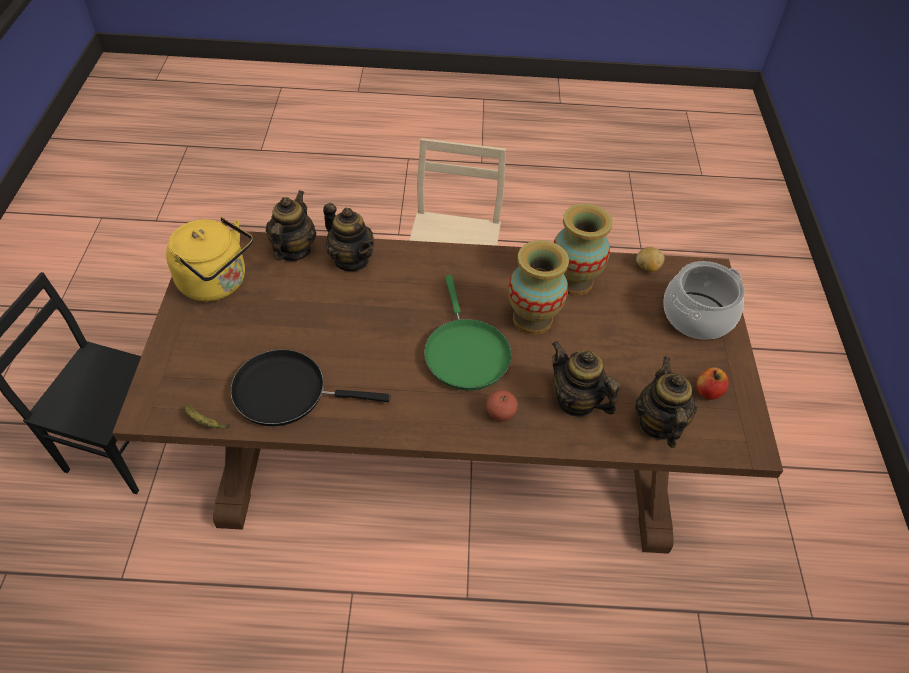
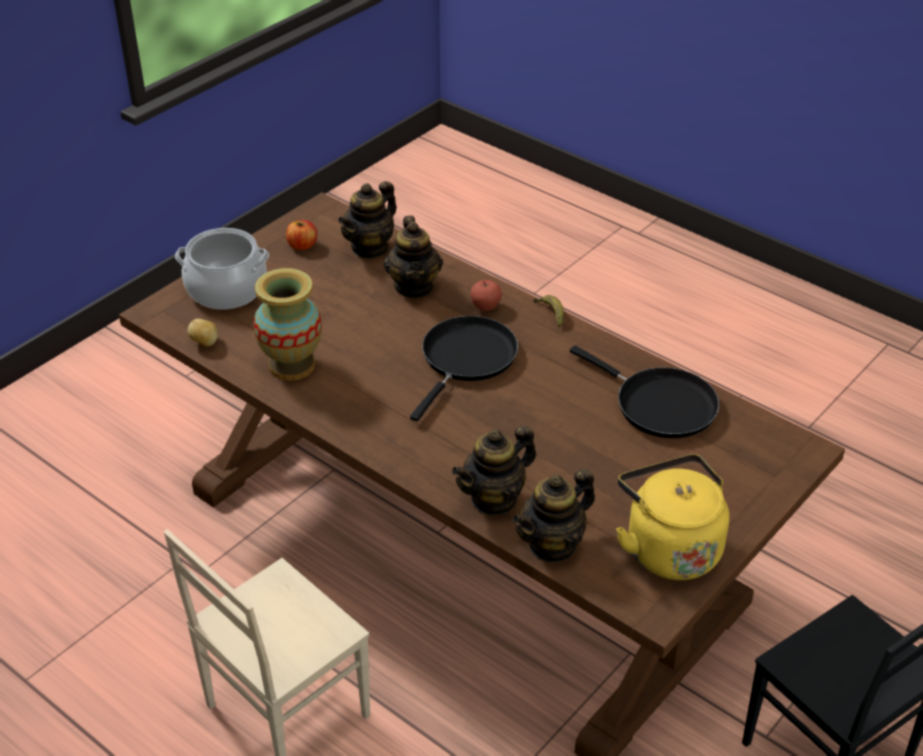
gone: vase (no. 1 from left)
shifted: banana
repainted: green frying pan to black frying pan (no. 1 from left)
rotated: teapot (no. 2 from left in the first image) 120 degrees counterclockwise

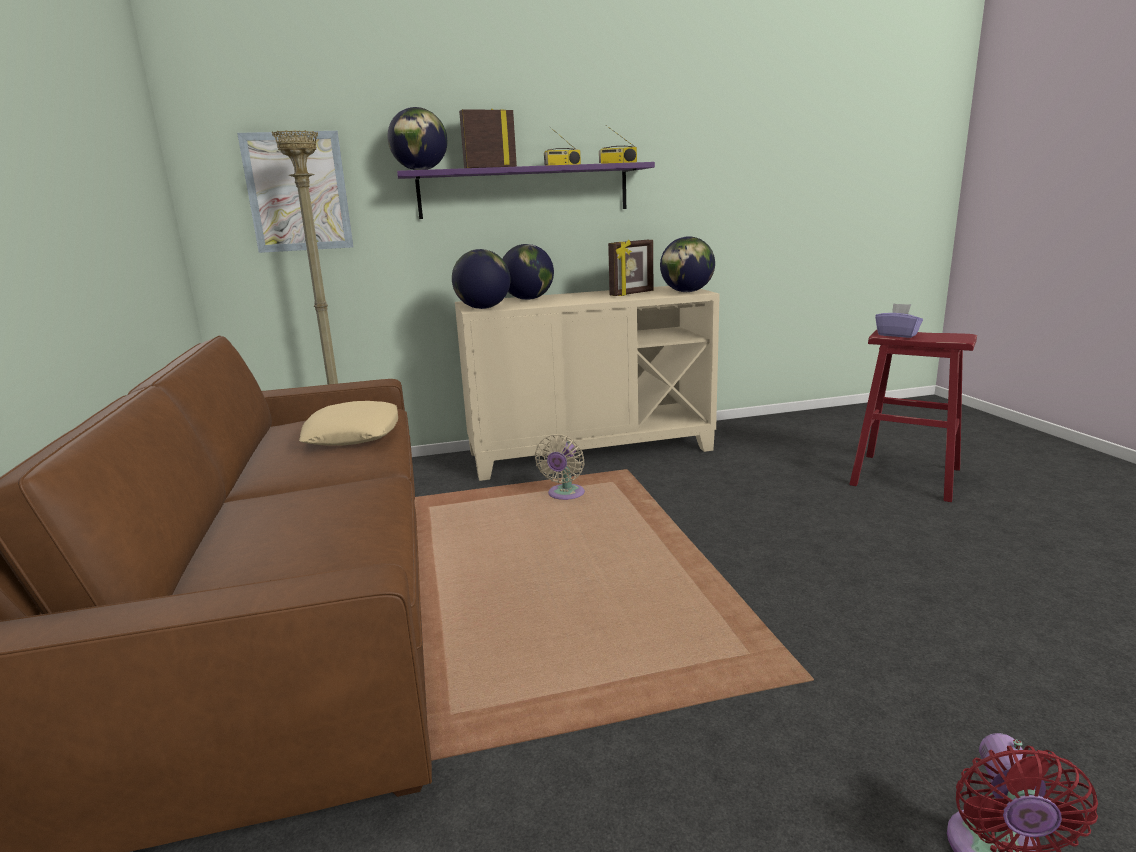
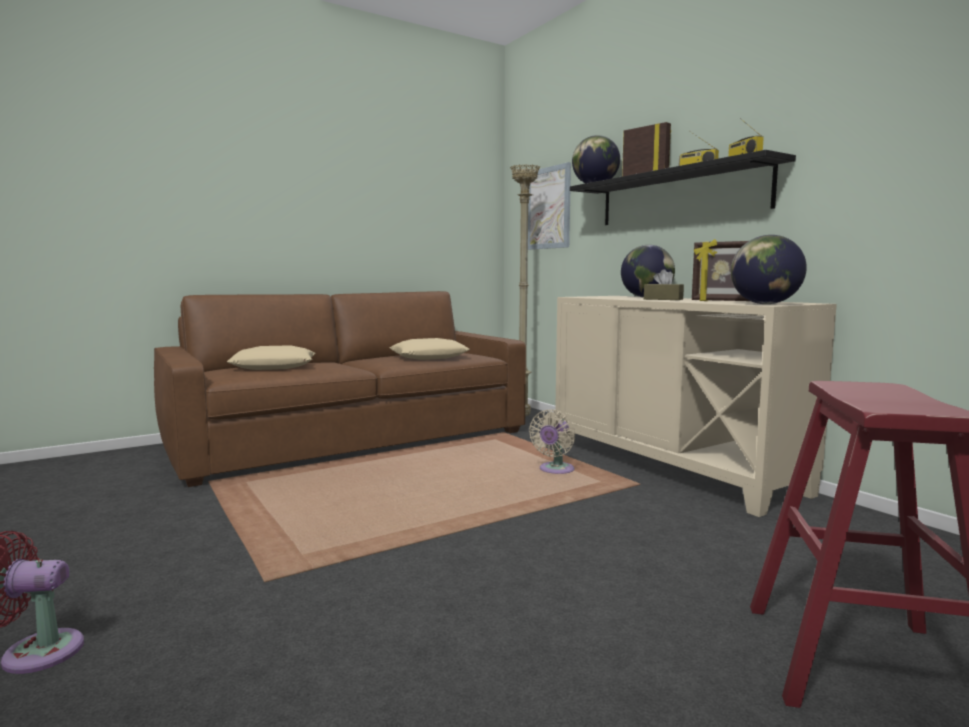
gone: globe (no. 2 from left); purple tissue box
new: beige pillow (no. 1 from left); brown tissue box
repainted: purple shelf to black shelf
rotated: beige fan 60 degrees counterclockwise

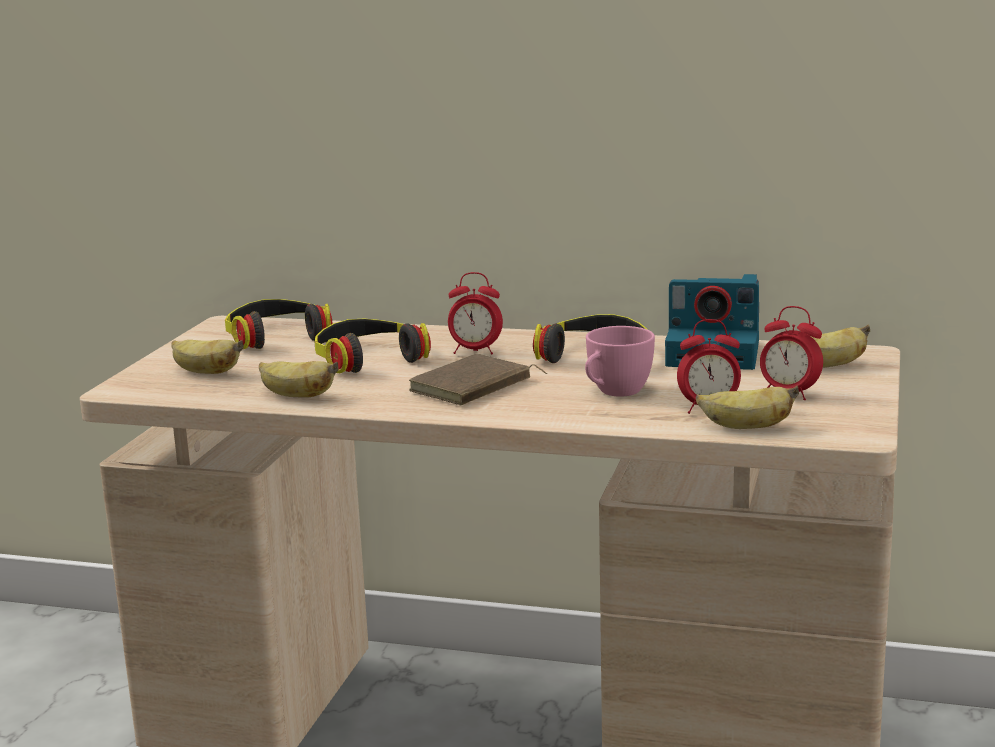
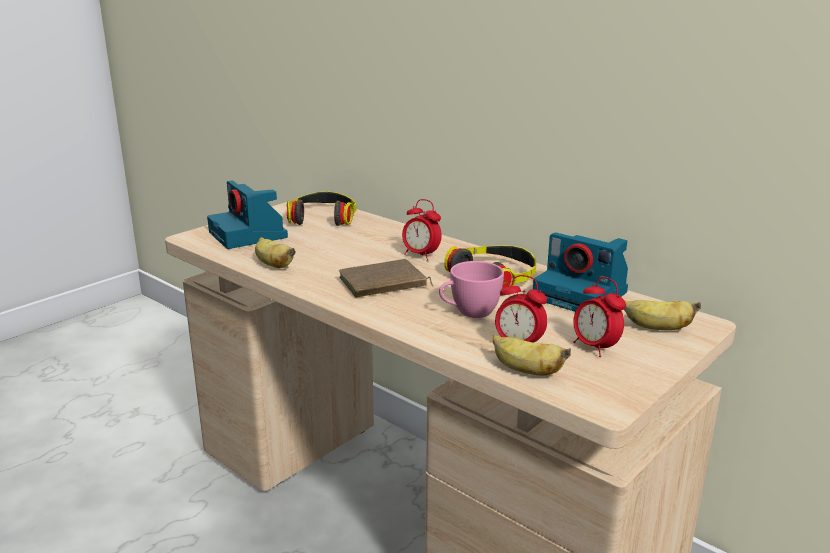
gone: headphones (no. 2 from left)
swapped: banana (no. 1 from left) to photo camera (no. 1 from left)

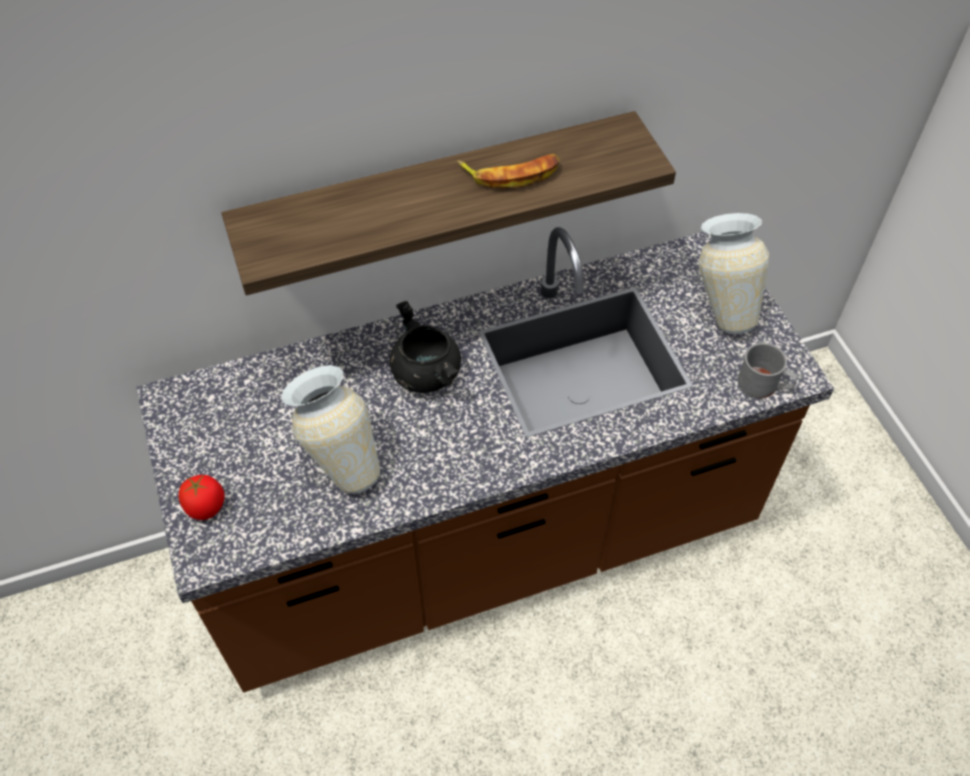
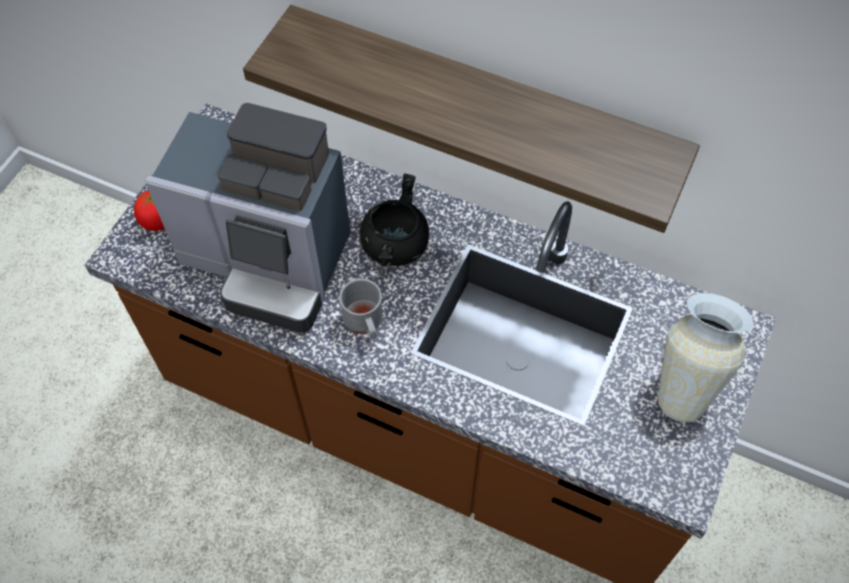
gone: banana
shifted: grey mug
swapped: vase (no. 1 from left) to coffee machine

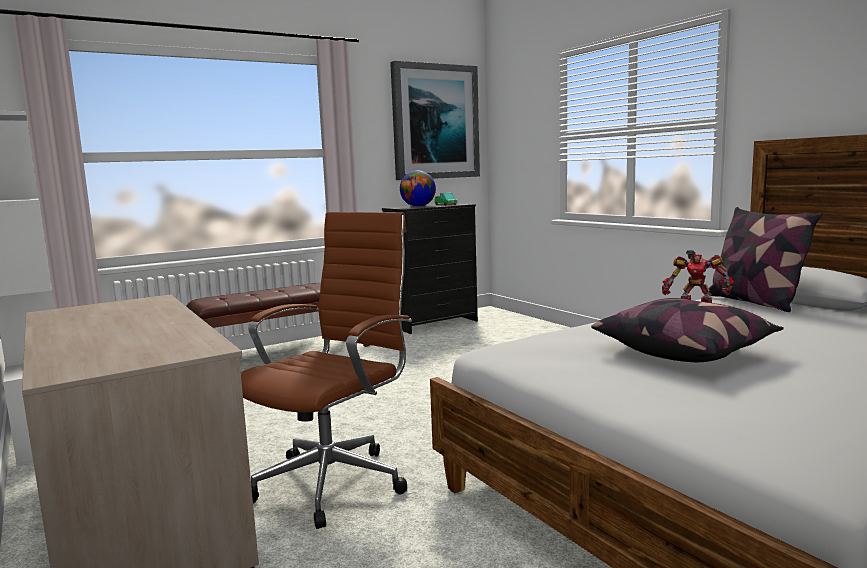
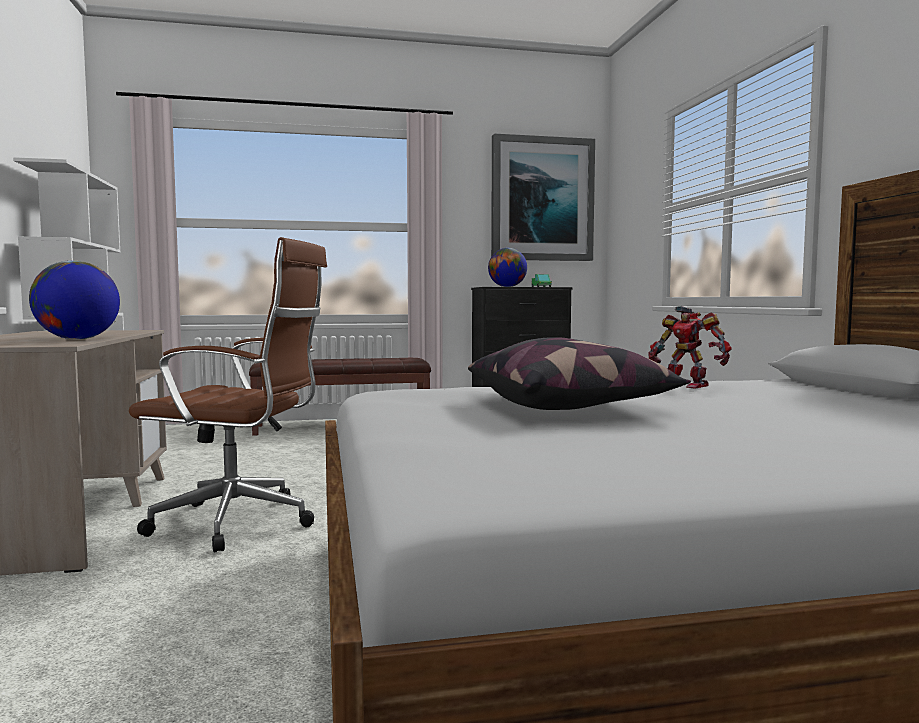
gone: pillow (no. 2 from left)
new: globe (no. 1 from left)
rotated: brown office chair 45 degrees clockwise

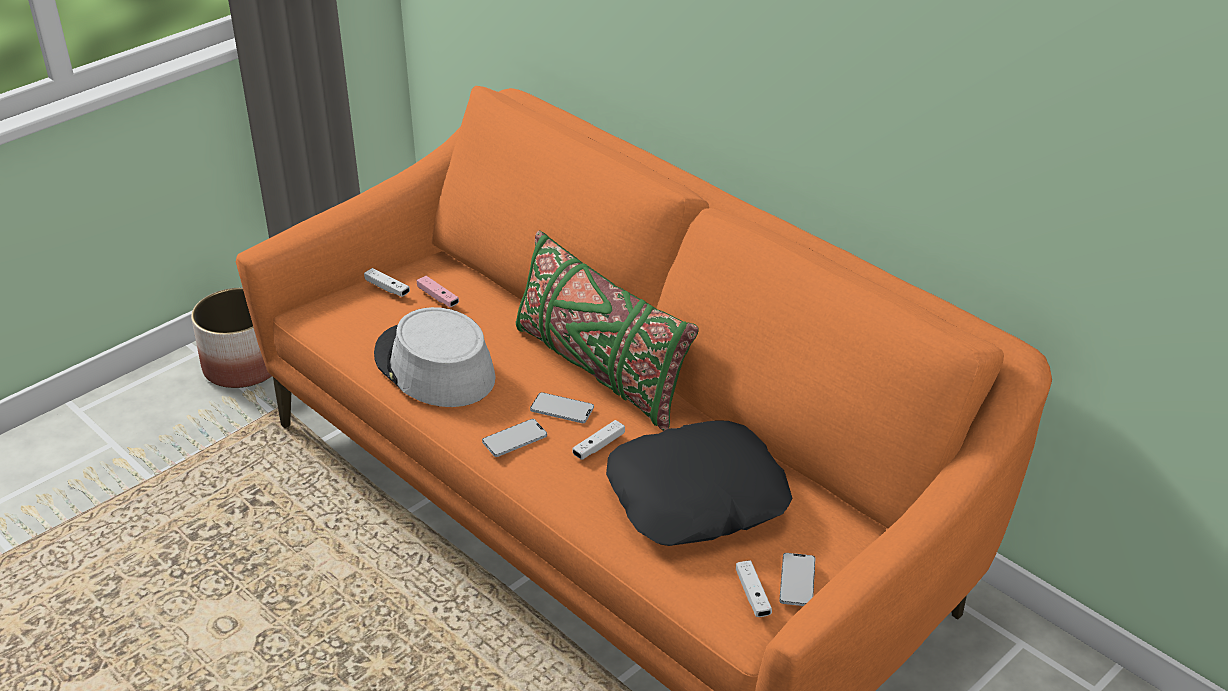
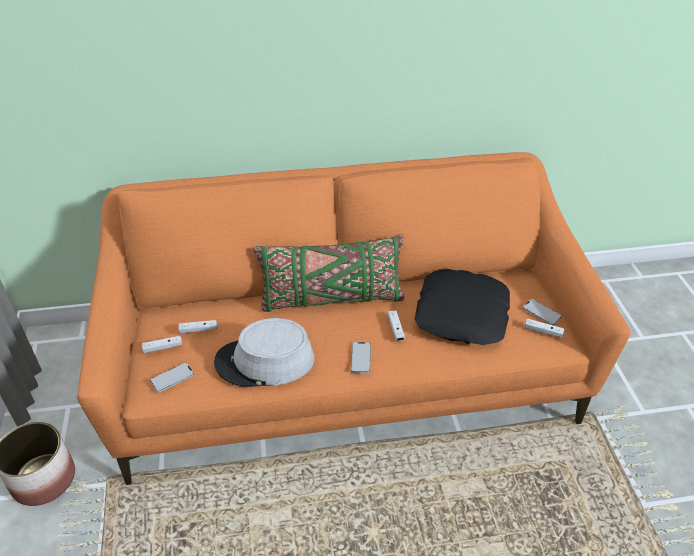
shifted: phone (no. 2 from left in the first image) to phone (no. 1 from left)
repainted: pink game controller to white game controller (no. 2 from left)

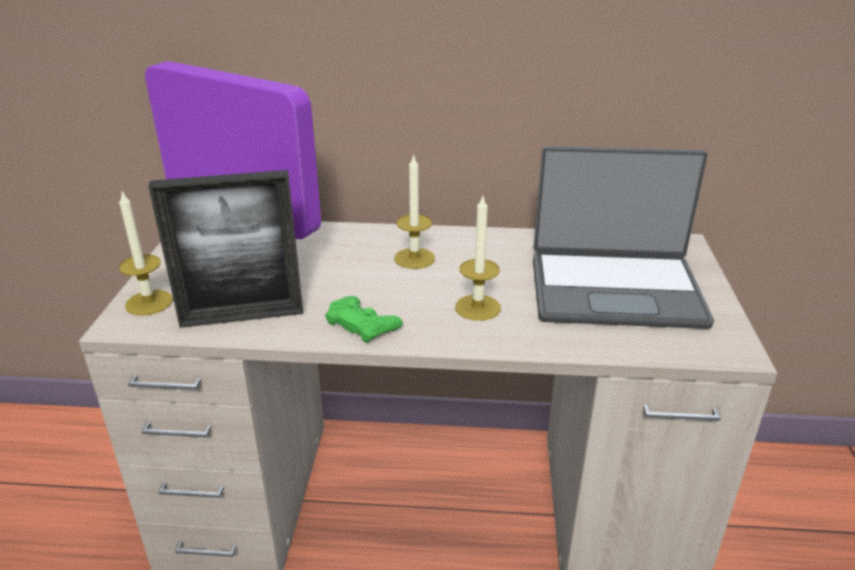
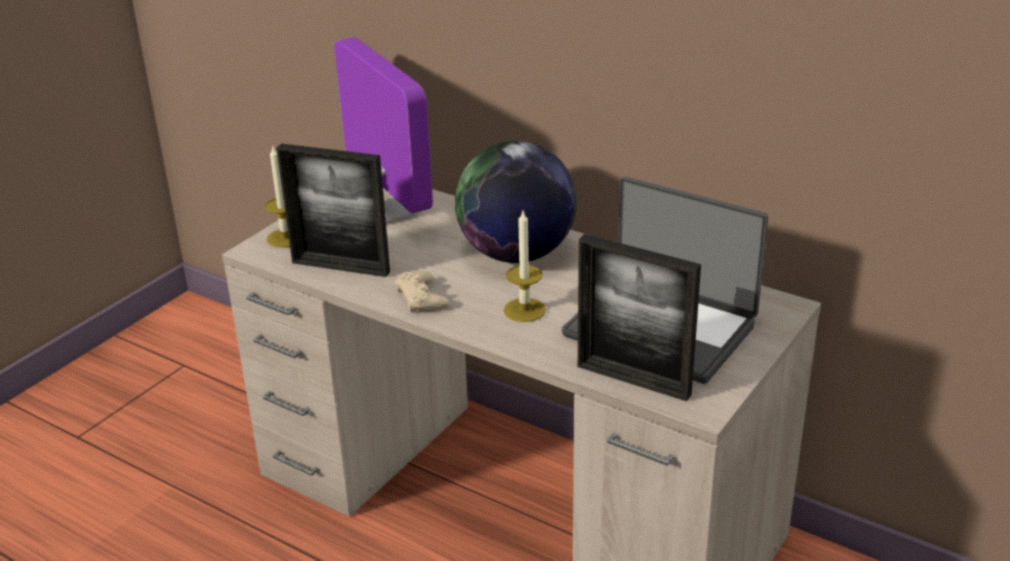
new: picture frame (no. 2 from left)
swapped: candle (no. 2 from left) to globe
repainted: green game controller to beige game controller

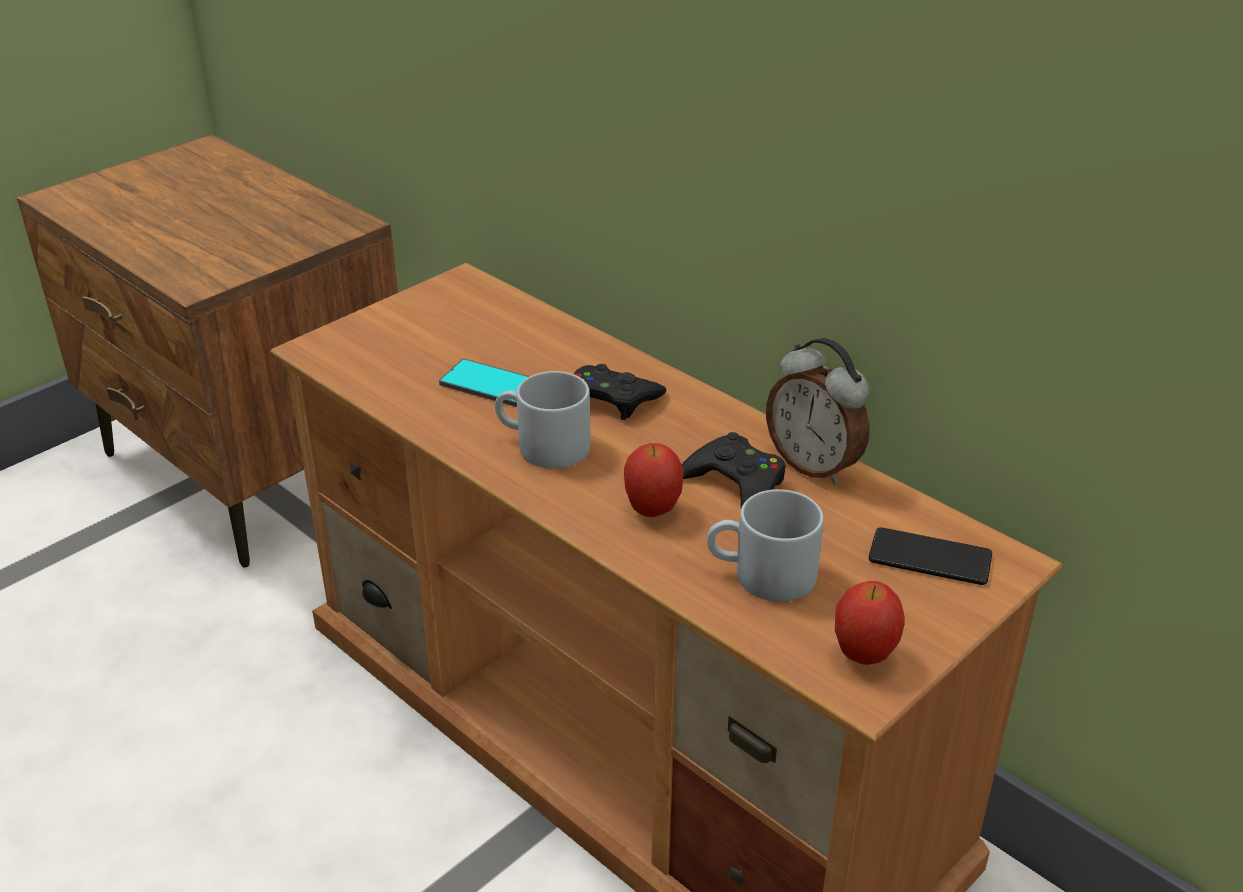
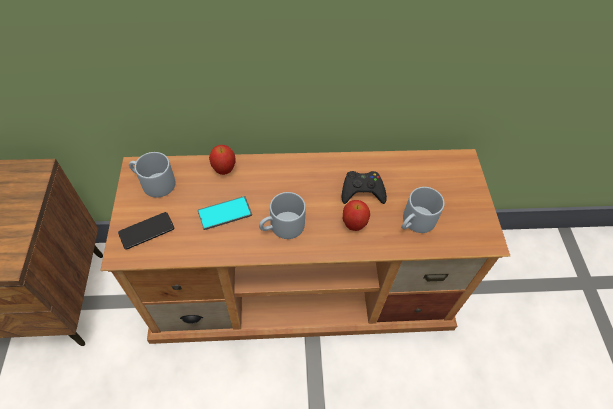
gone: black game controller (no. 1 from left); alarm clock
new: grey mug (no. 1 from left)
shifted: phone (no. 2 from left in the first image) to phone (no. 1 from left); apple (no. 2 from left in the first image) to apple (no. 1 from left)

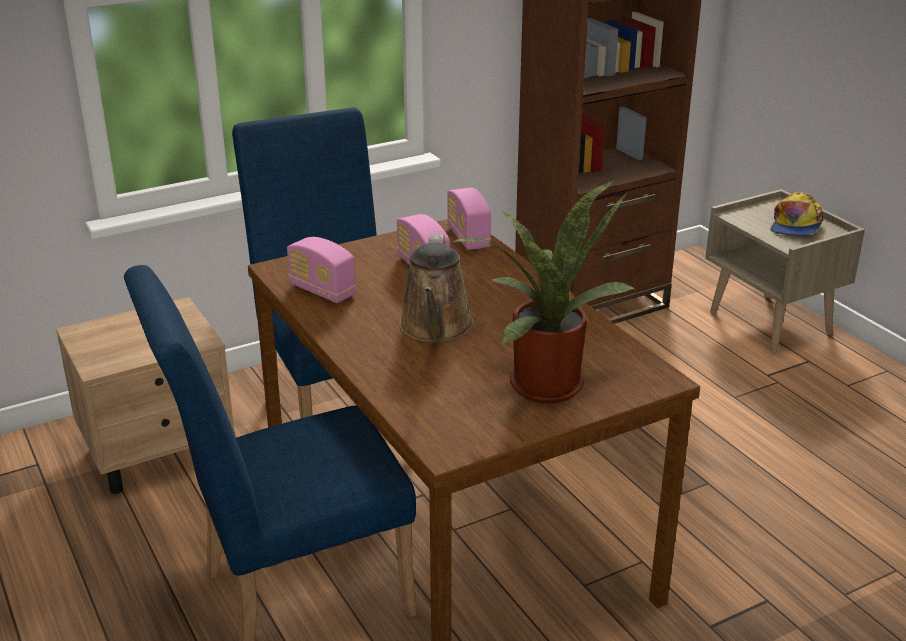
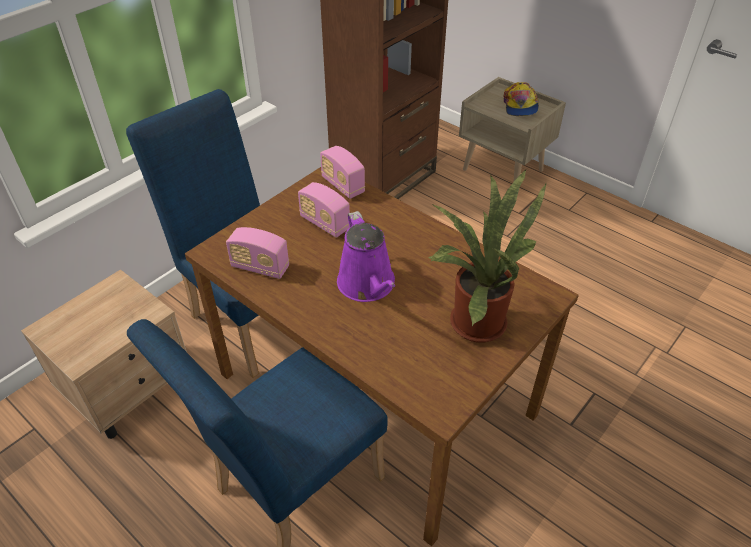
repainted: brown watering can to purple watering can

